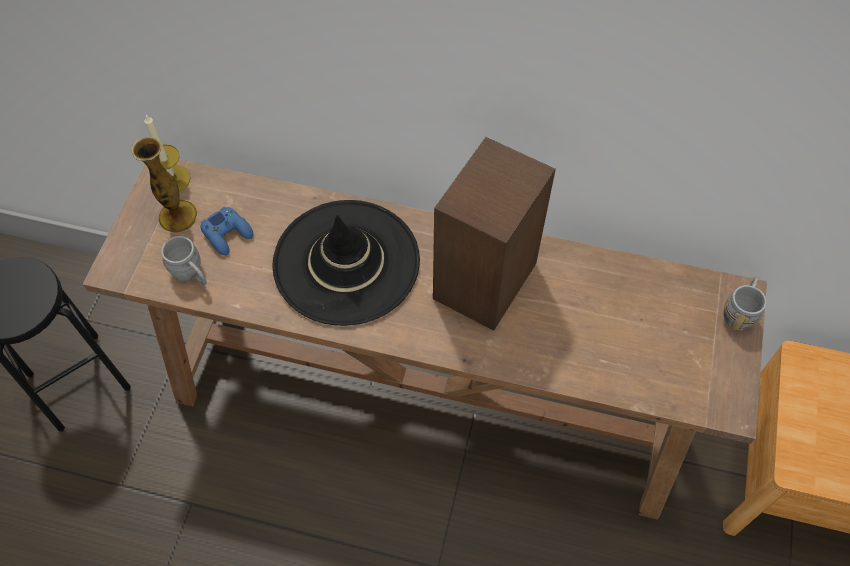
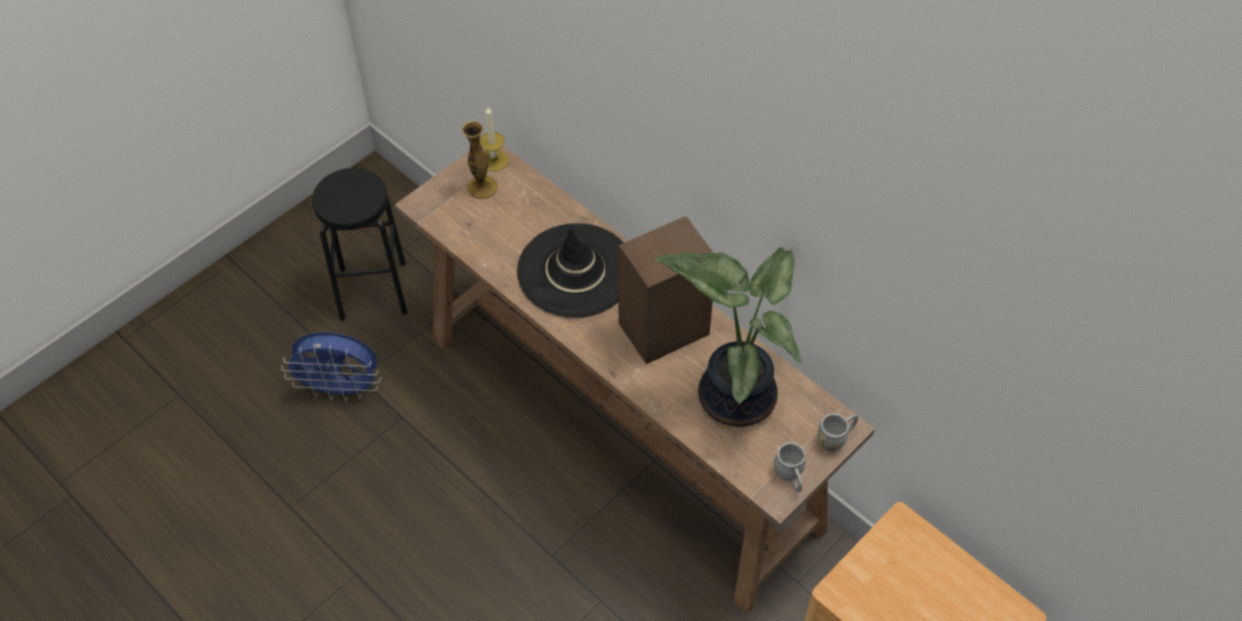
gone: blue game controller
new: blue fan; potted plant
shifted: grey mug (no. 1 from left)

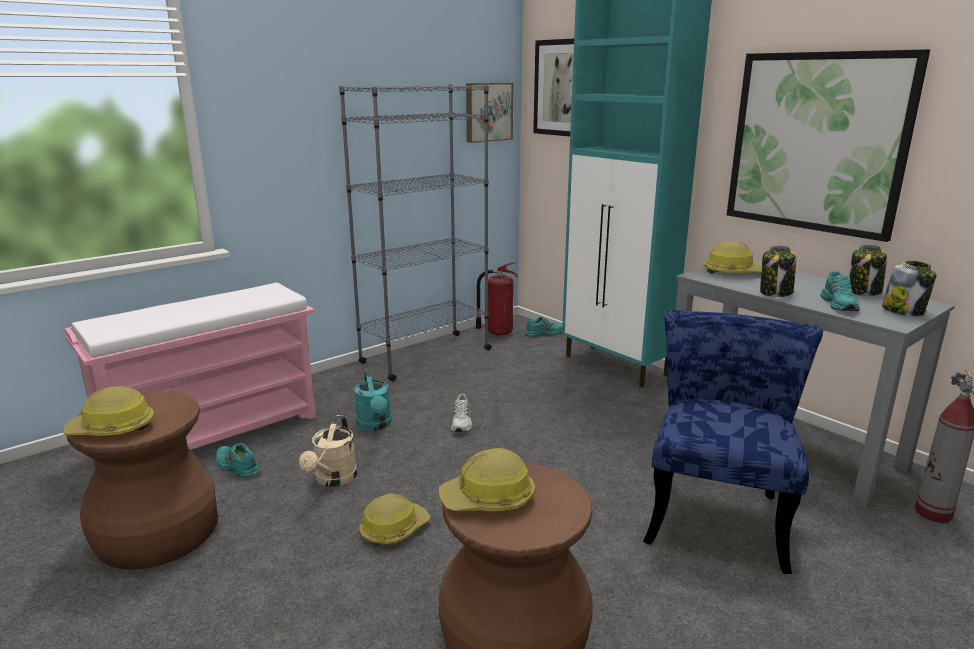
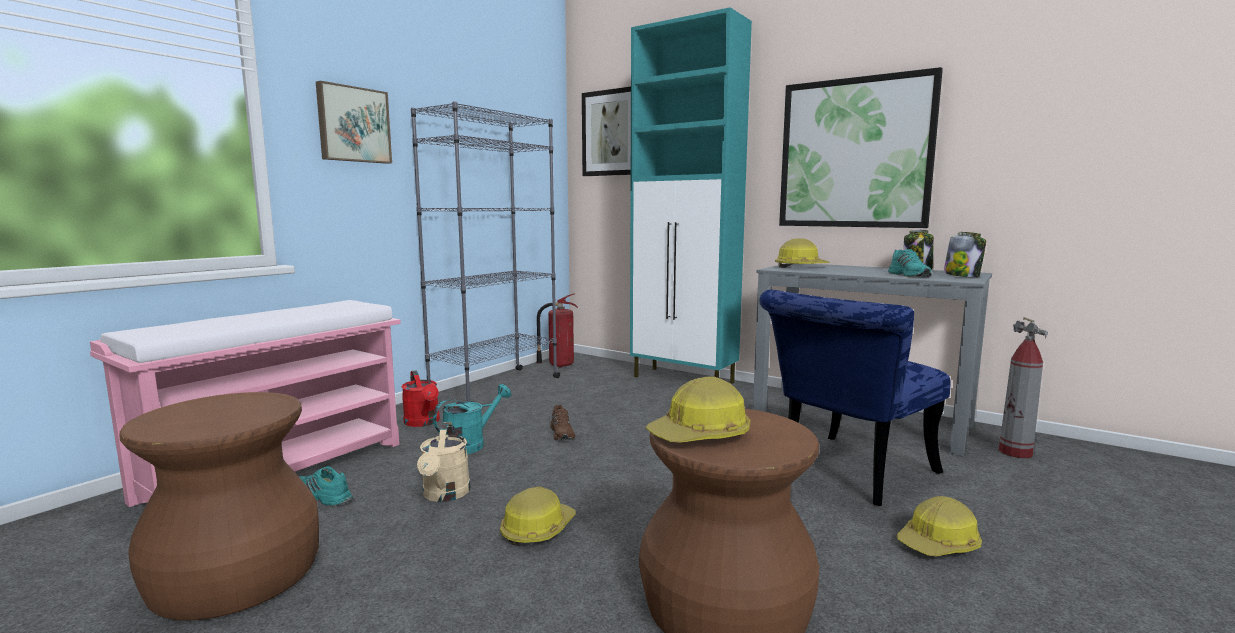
gone: turquoise shoe (no. 2 from left); jar (no. 1 from left)
new: red watering can
shifted: picture (no. 1 from left); hard hat (no. 1 from left in the first image) to hard hat (no. 4 from left)
repainted: white shoe to brown shoe
rotated: turquoise watering can 105 degrees counterclockwise; blue chair 135 degrees counterclockwise

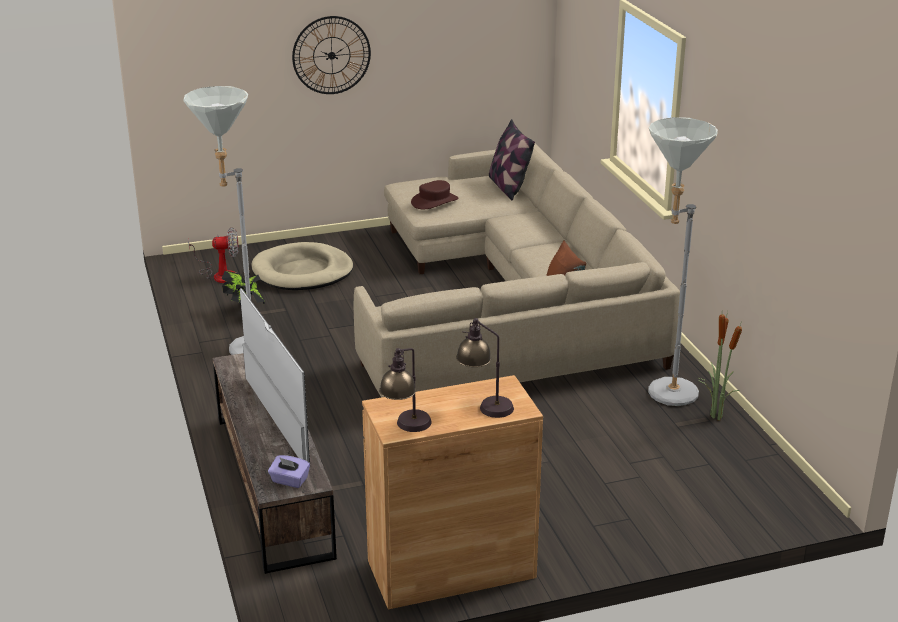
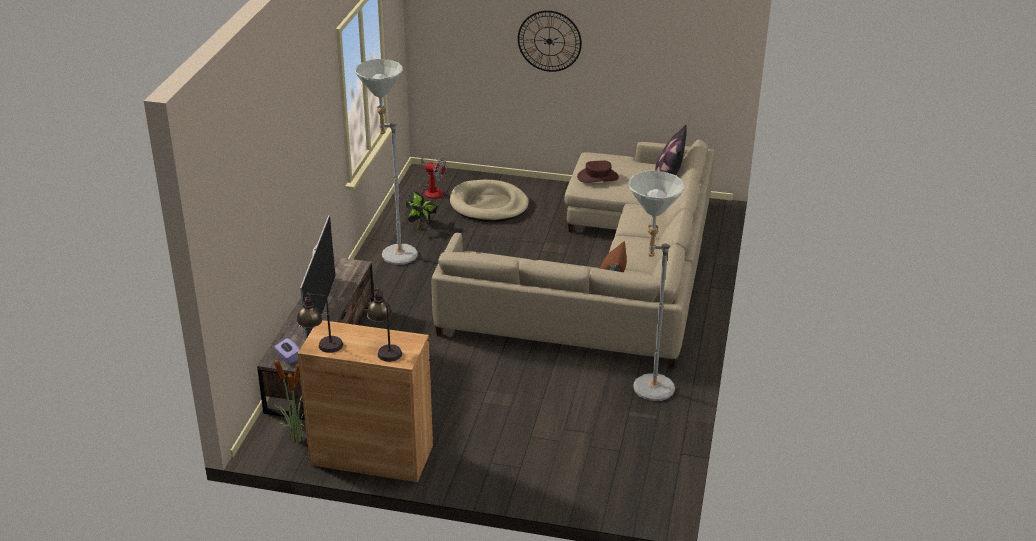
shifted: potted plant (no. 2 from left in the first image) to potted plant (no. 1 from left)

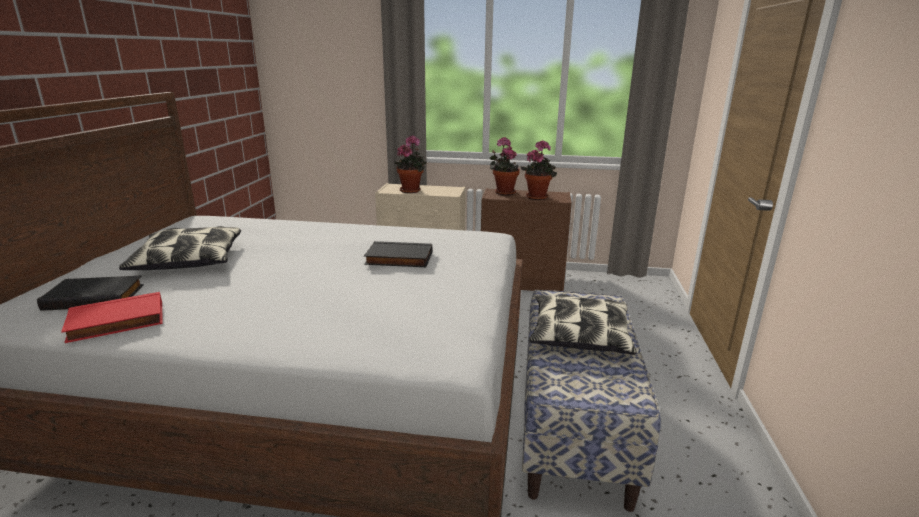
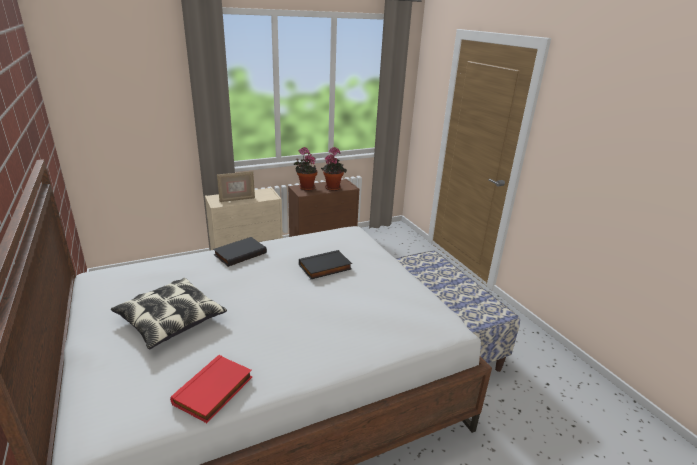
gone: pillow (no. 2 from left)
shifted: black book (no. 1 from left)
swapped: potted plant (no. 1 from left) to picture frame

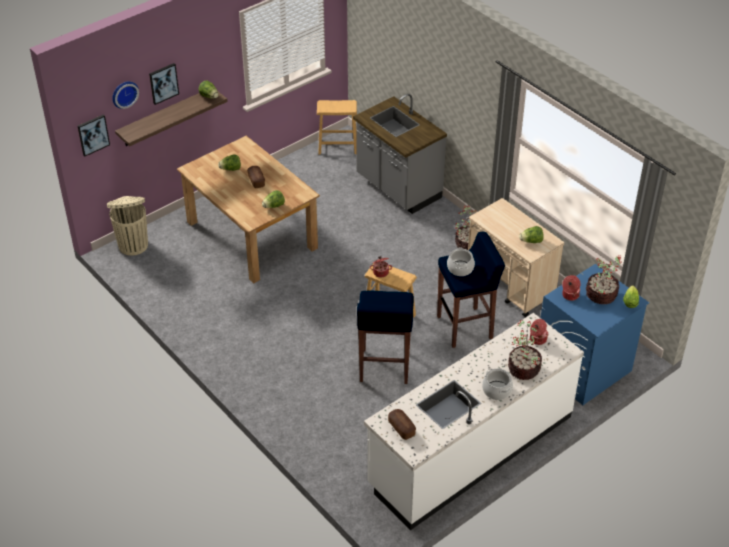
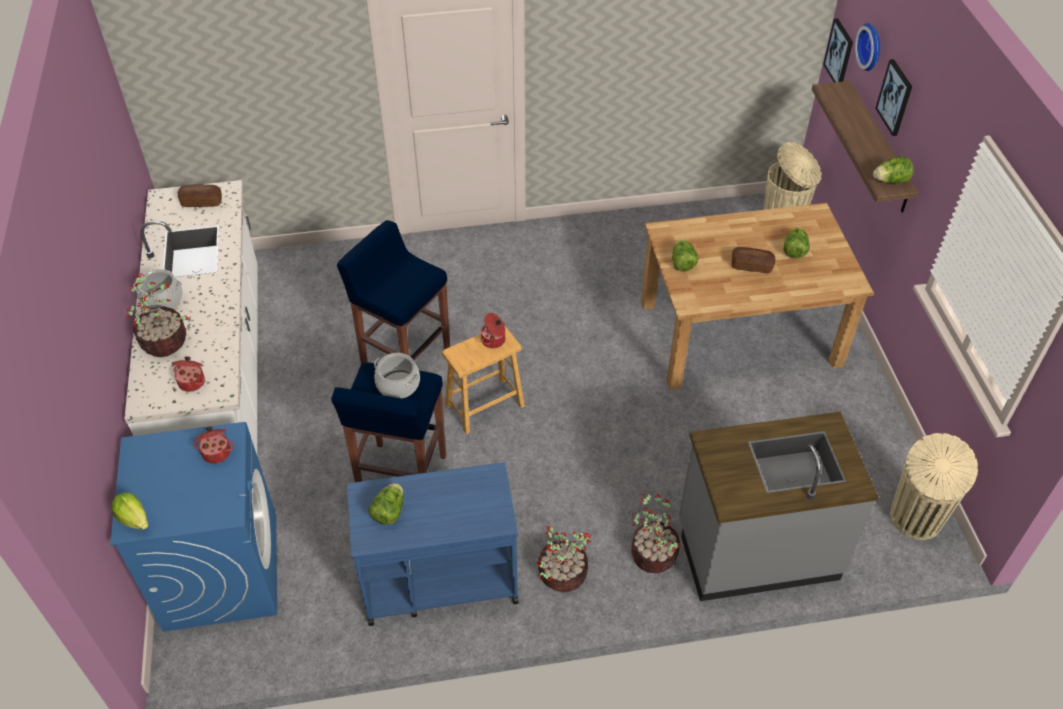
shifted: potted plant (no. 3 from left)
swapped: brown stool (no. 1 from left) to beige trash can (no. 2 from left)
repainted: beige cart to blue cart

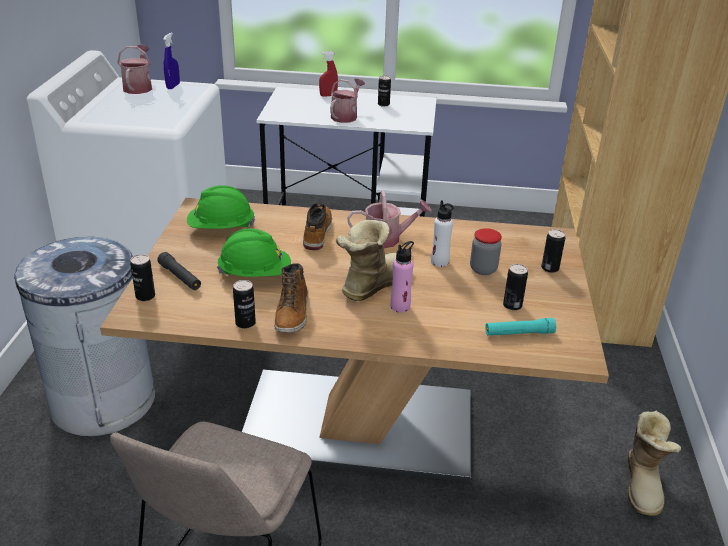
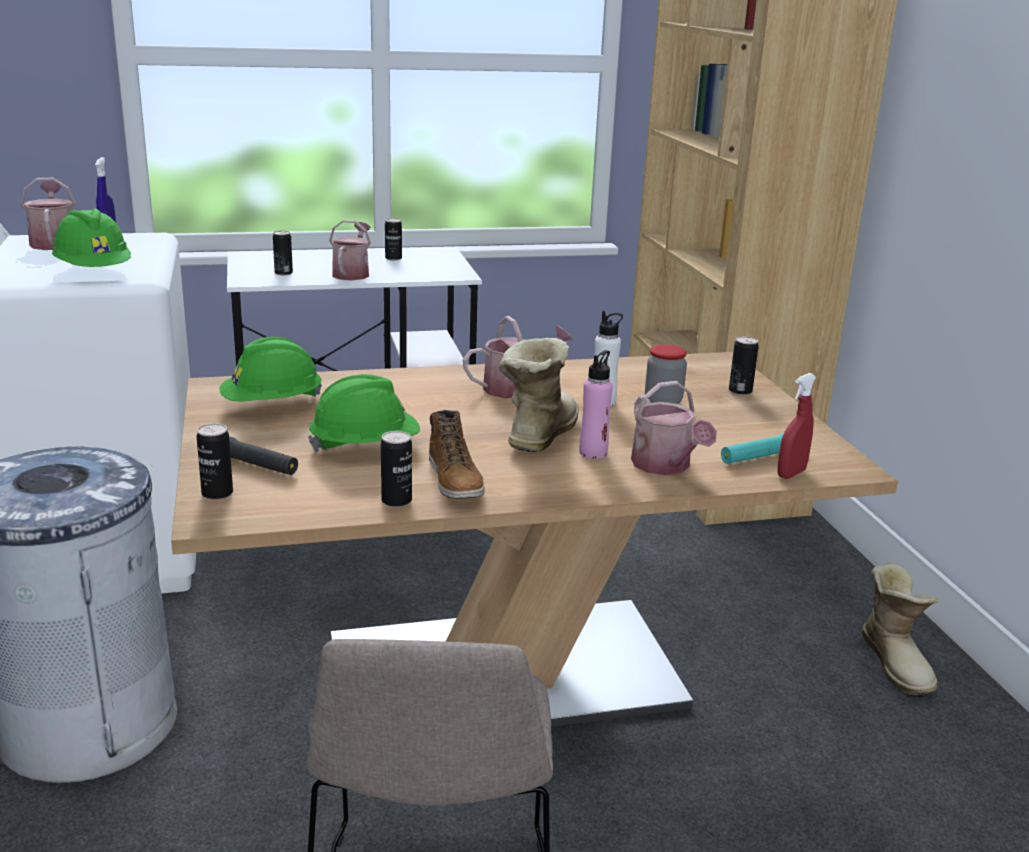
gone: boot (no. 2 from left)
new: green hard hat (no. 1 from left); watering can (no. 4 from left)
shifted: can (no. 4 from left in the first image) to can (no. 2 from left); red spray bottle

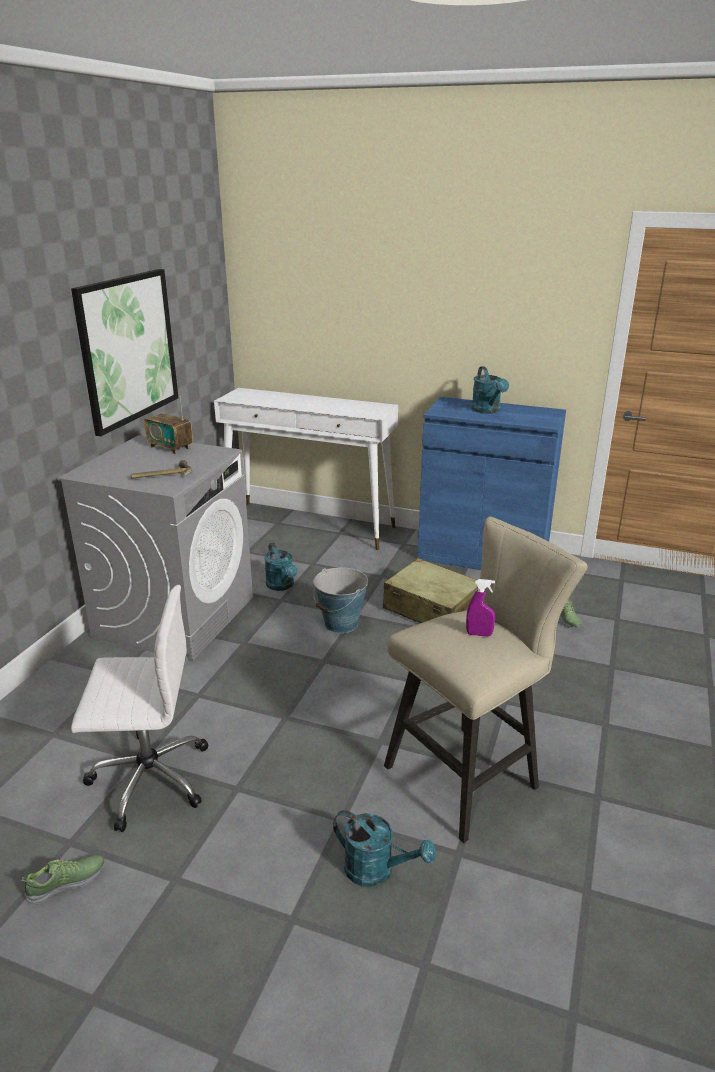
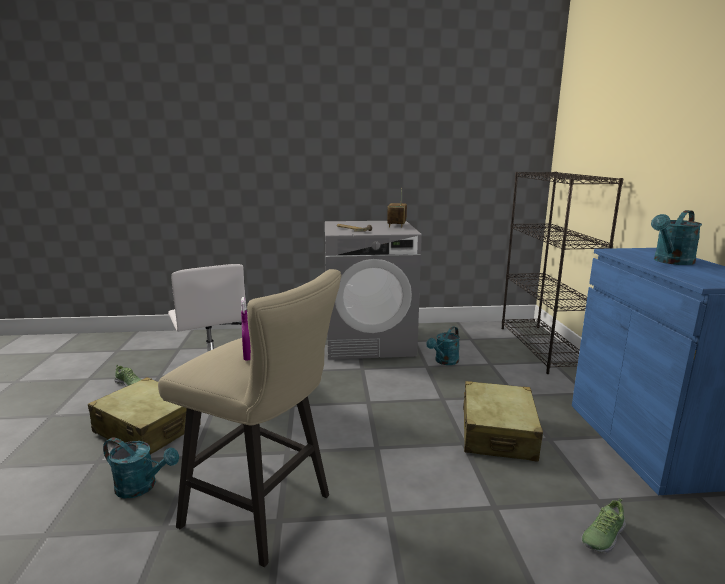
gone: picture; bucket
new: beige suitcase (no. 1 from left)
swapped: white console table to black bookcase
rotated: turquoise watering can (no. 2 from left in the first image) 75 degrees counterclockwise

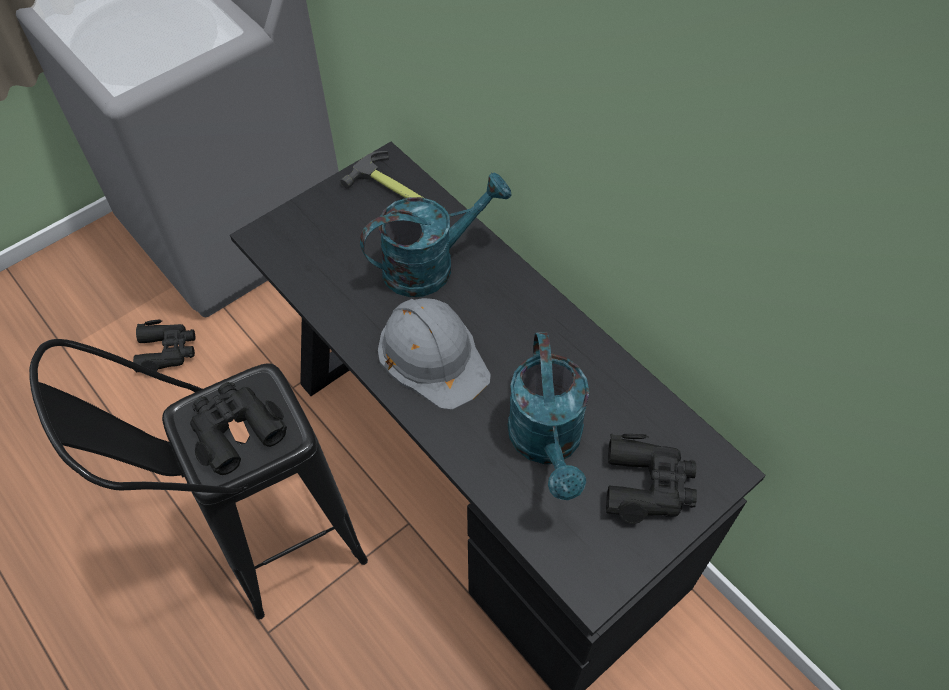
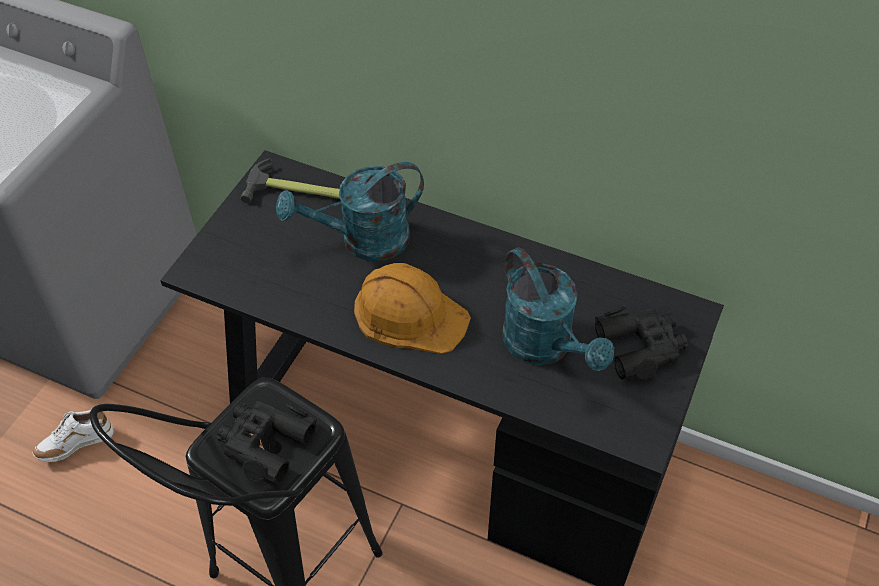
swapped: black binoculars (no. 1 from left) to white shoe
repainted: grey hard hat to orange hard hat
rotated: turquoise watering can (no. 1 from left) 150 degrees counterclockwise

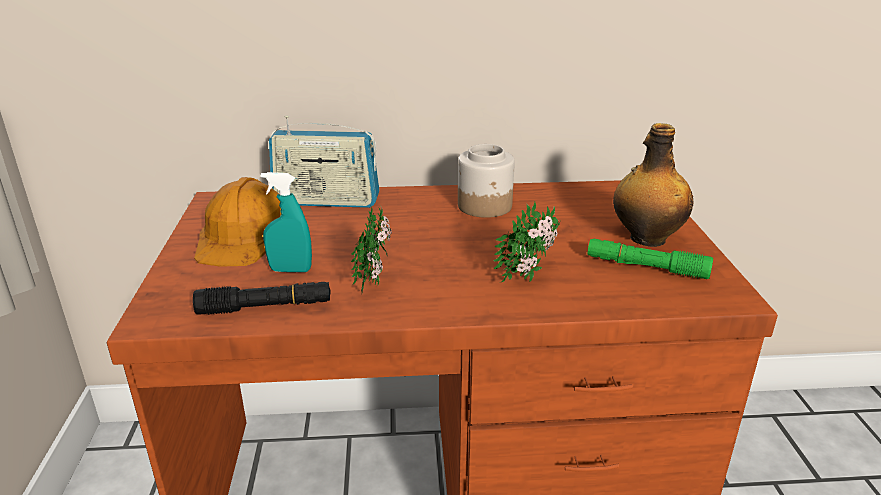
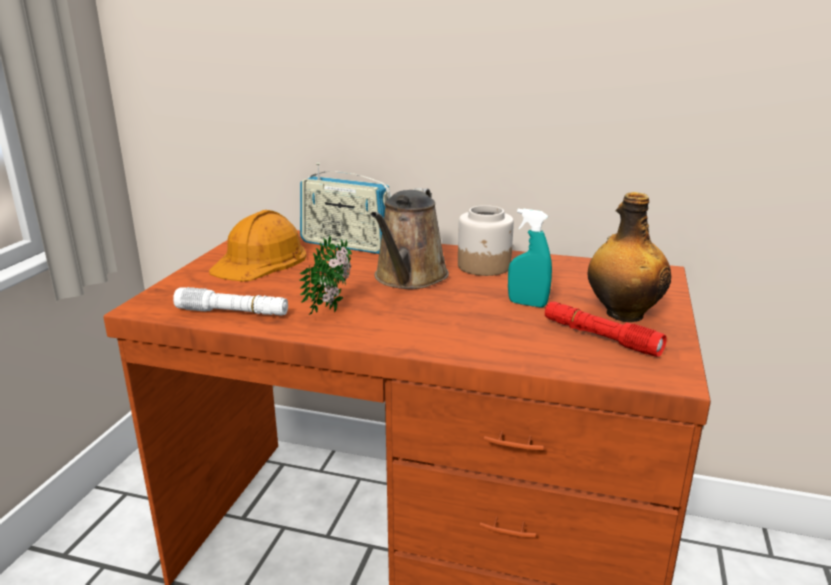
gone: potted plant (no. 2 from left)
new: brown watering can
shifted: turquoise spray bottle
repainted: black flashlight to white flashlight; green flashlight to red flashlight

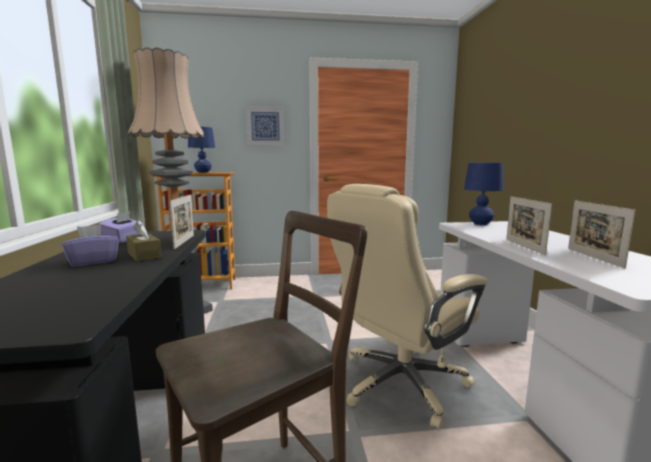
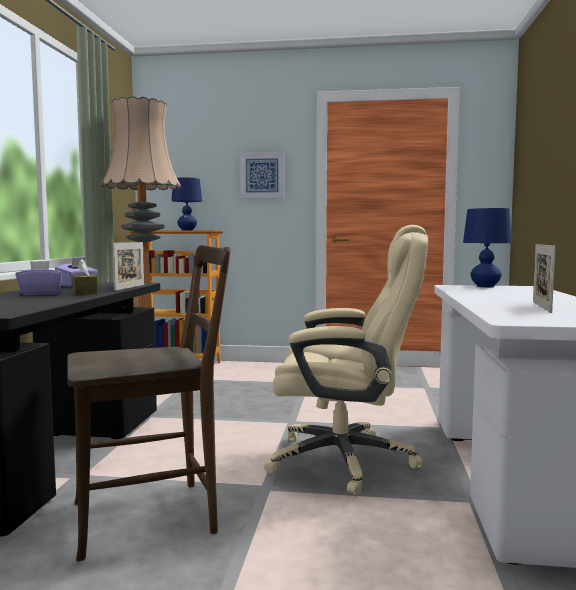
gone: picture frame (no. 2 from left)
rotated: beige office chair 150 degrees counterclockwise

